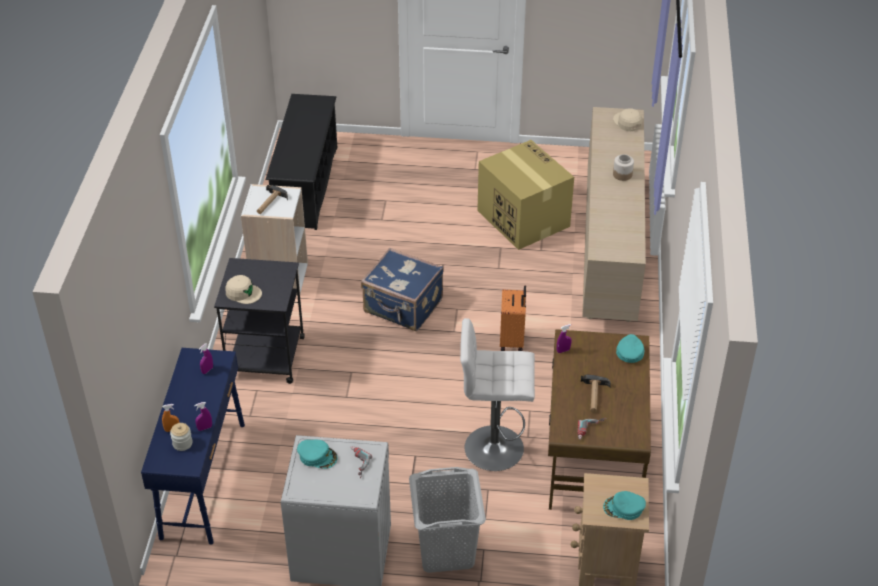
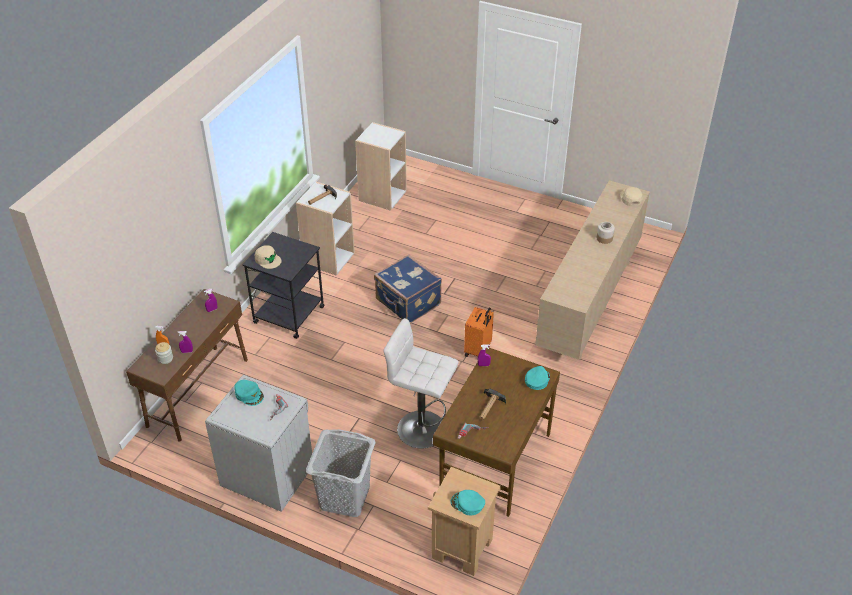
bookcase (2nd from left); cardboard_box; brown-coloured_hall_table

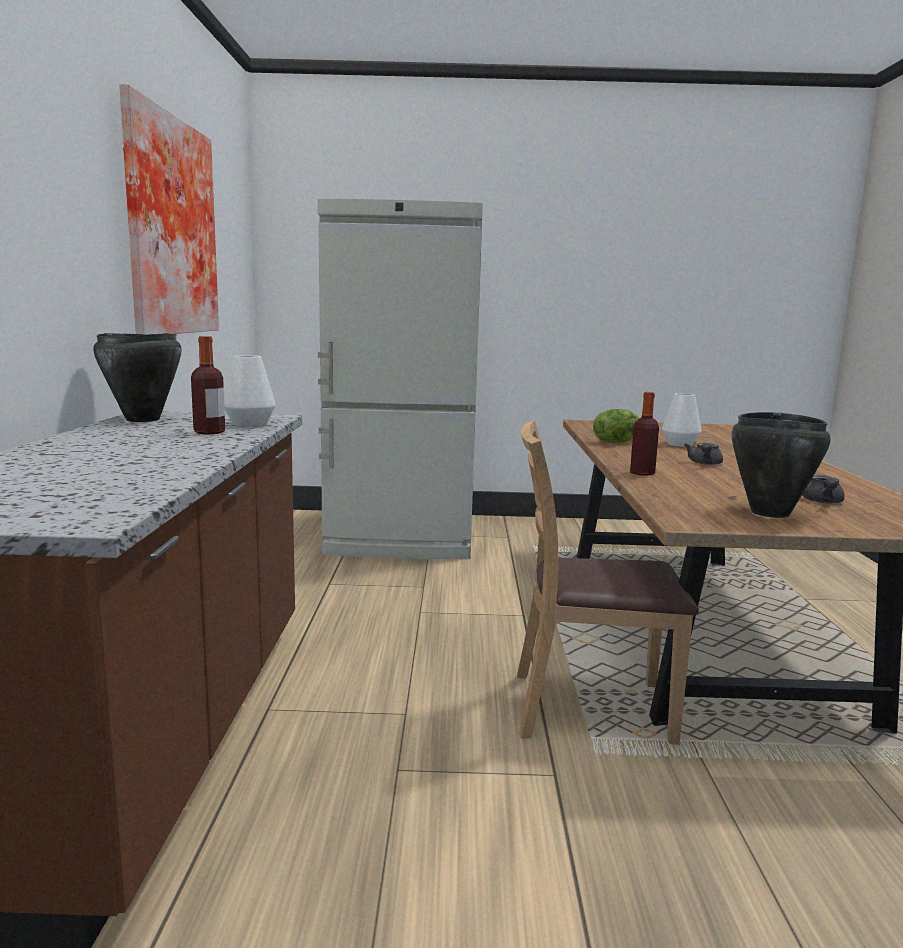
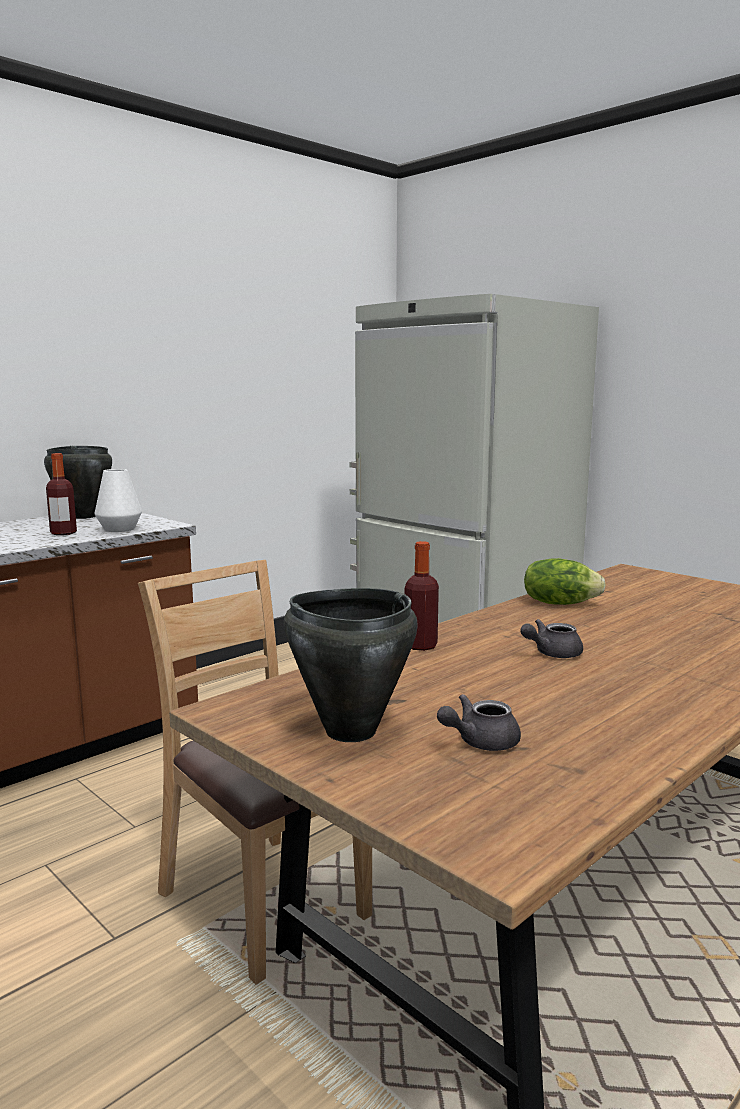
wall_art; white-coloured_flower_vase (2nd from left in the first image)

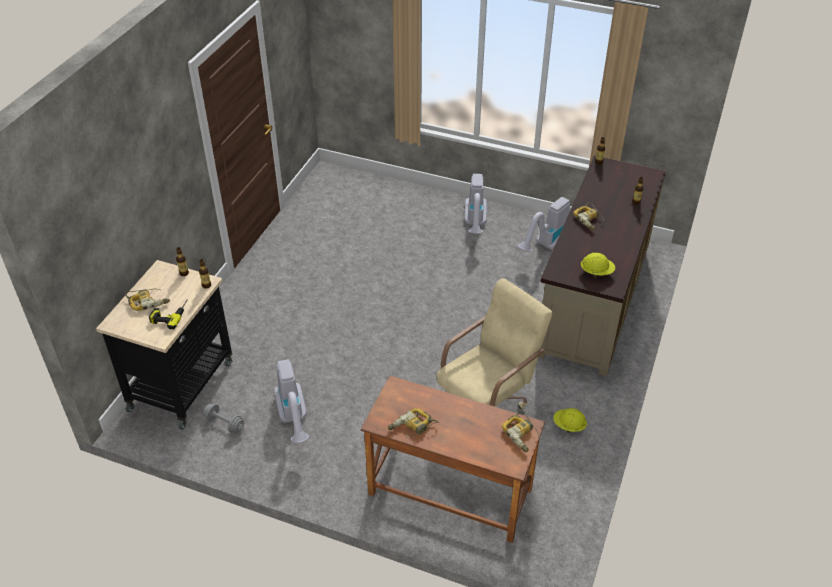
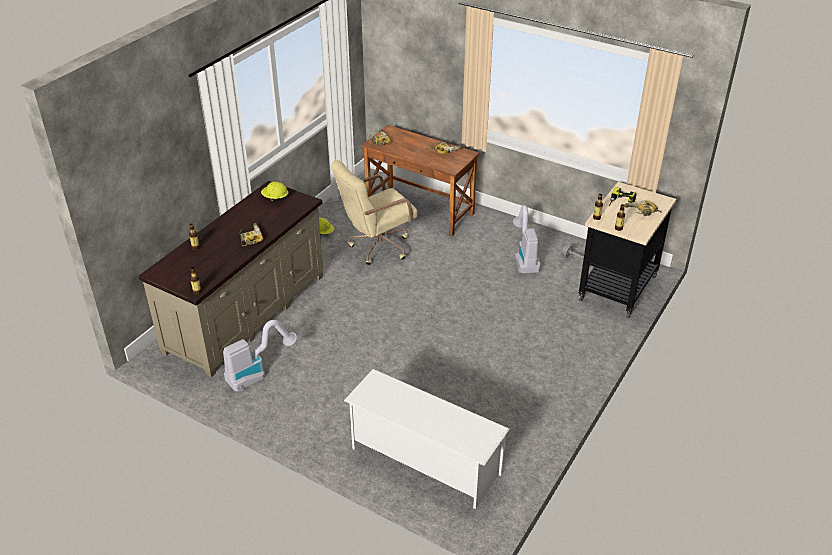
vacuum_cleaner (2nd from left in the first image); white-coloured_shoe_stand

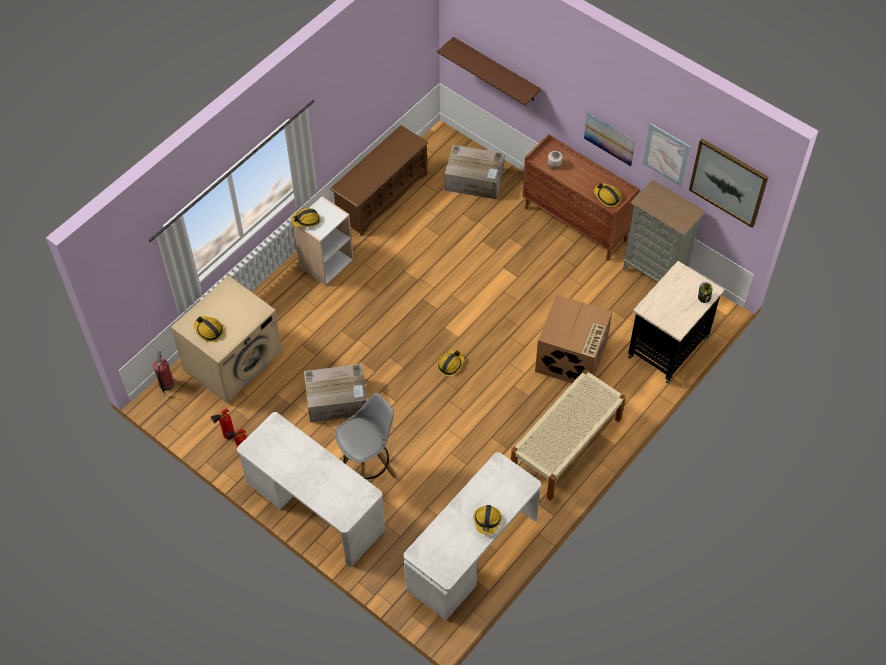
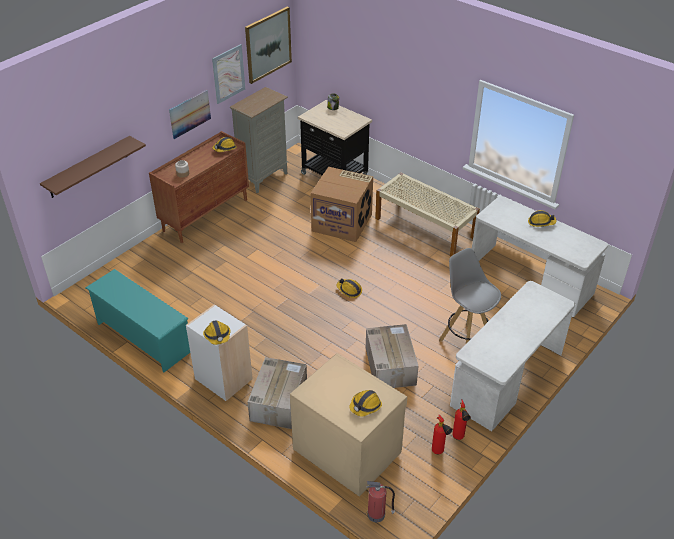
turquoise_shoe_stand; cardboard_box (1st from left)

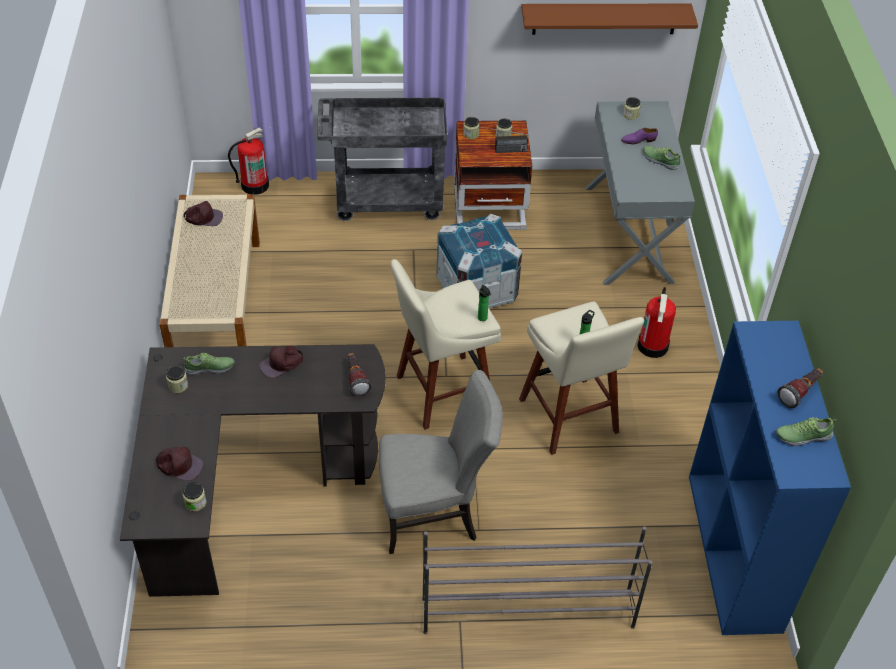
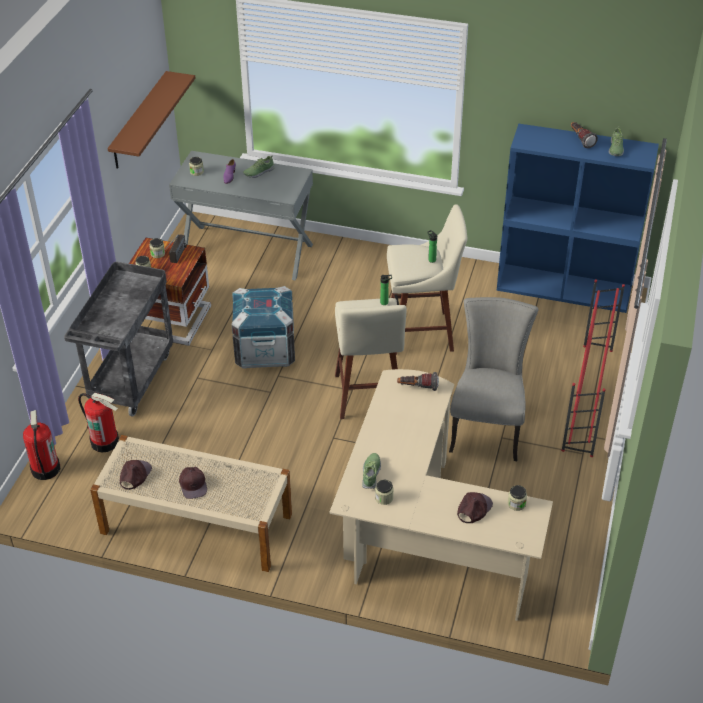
extinguisher (2nd from left); beige_desk_unit; brown-coloured_baseball_cap (2nd from left); red-coloured_shoe_stand

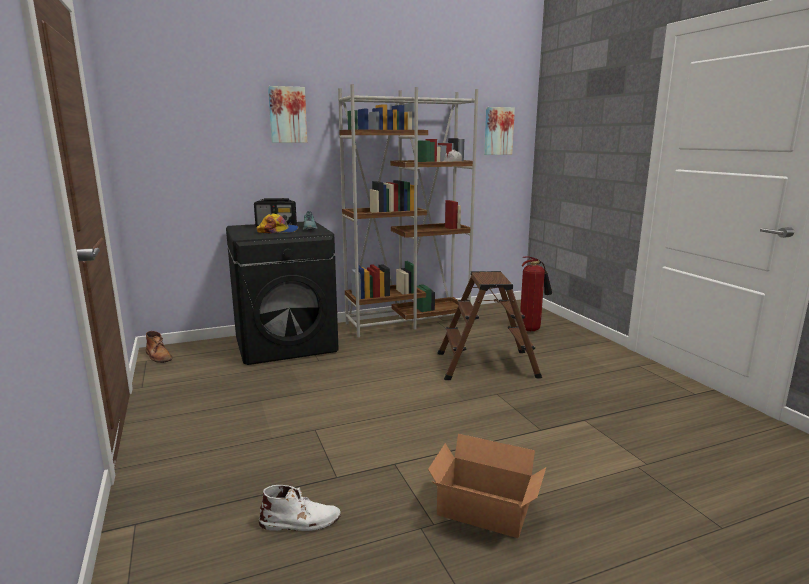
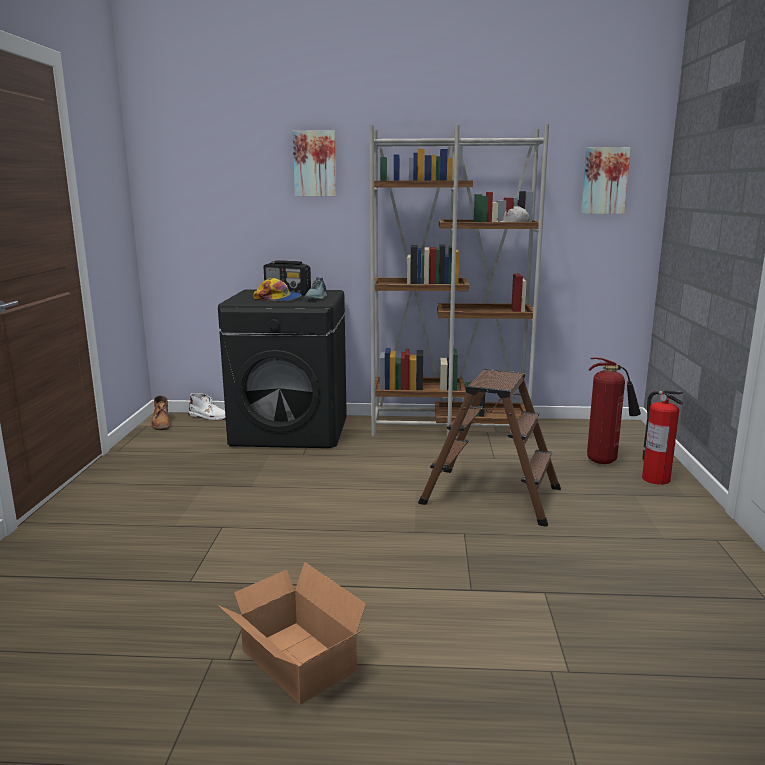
white-coloured_tall_boot; extinguisher (2nd from left)

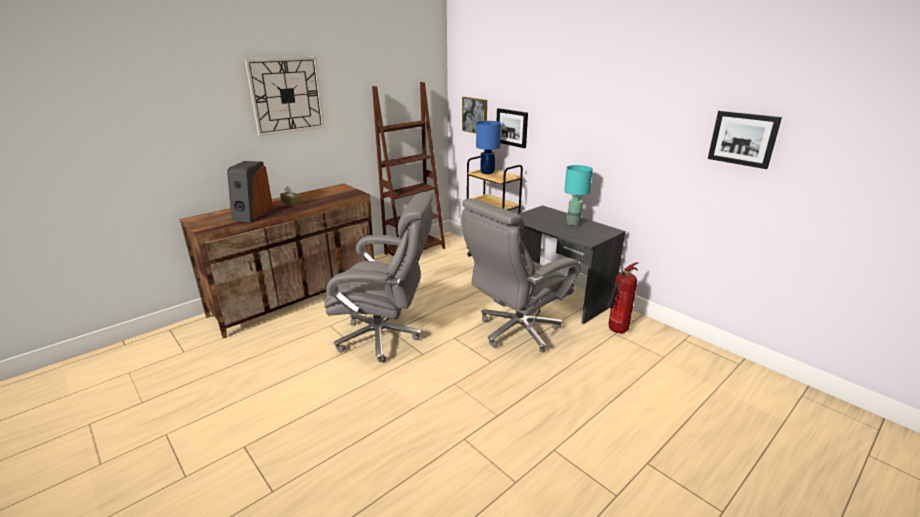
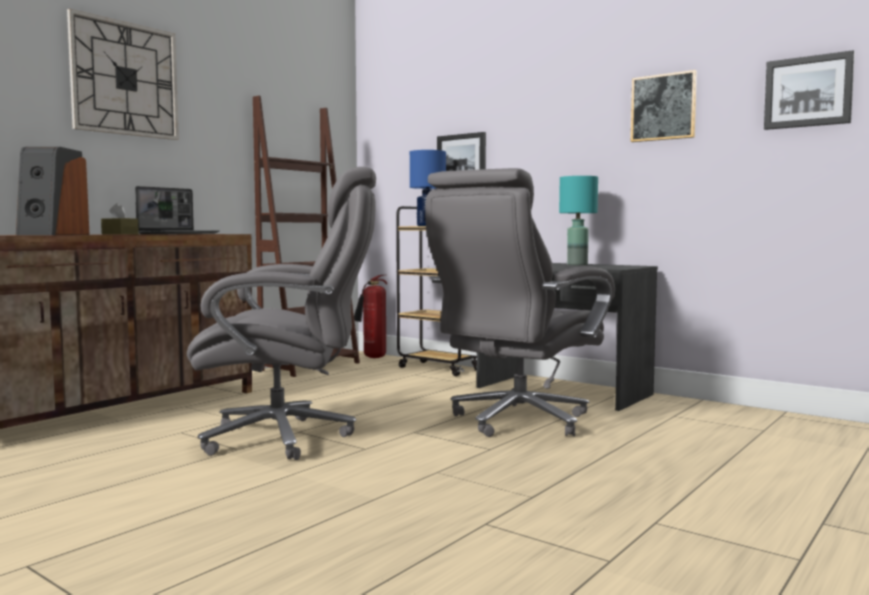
wall_art (2nd from left); extinguisher; laptop

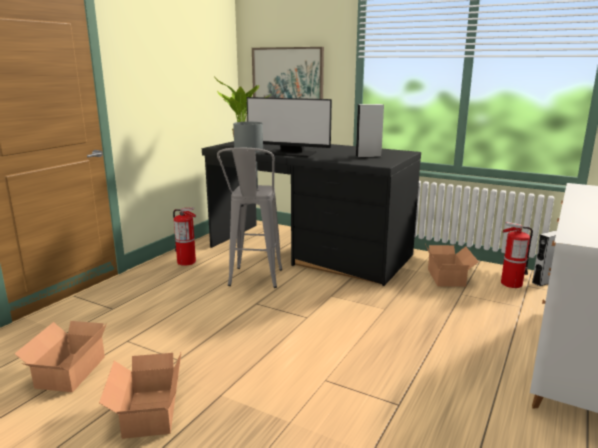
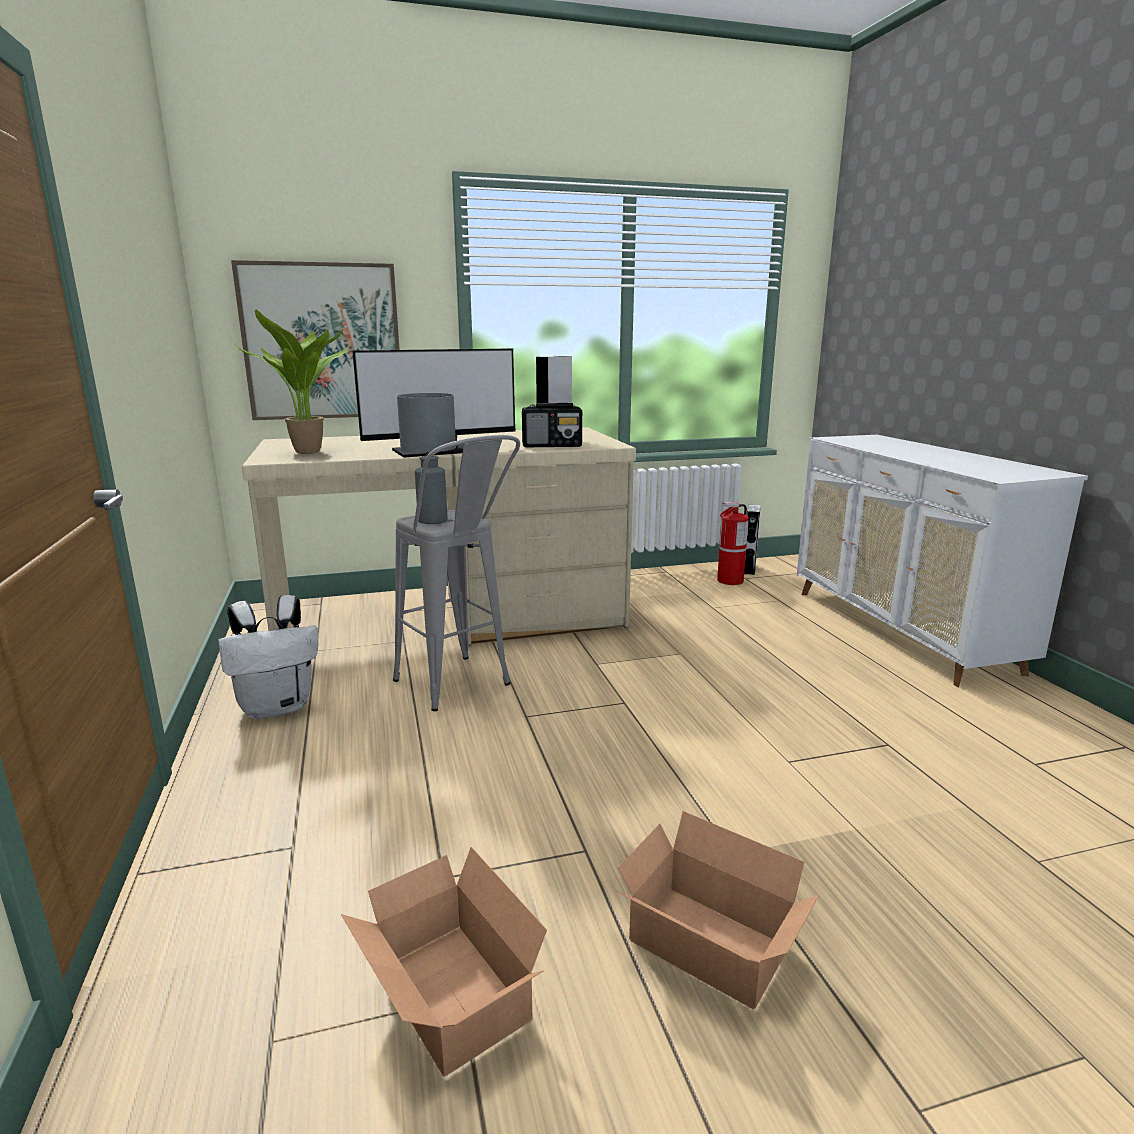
beige_desk_unit; white-coloured_backpack; cardboard_box (3rd from left in the first image); radio

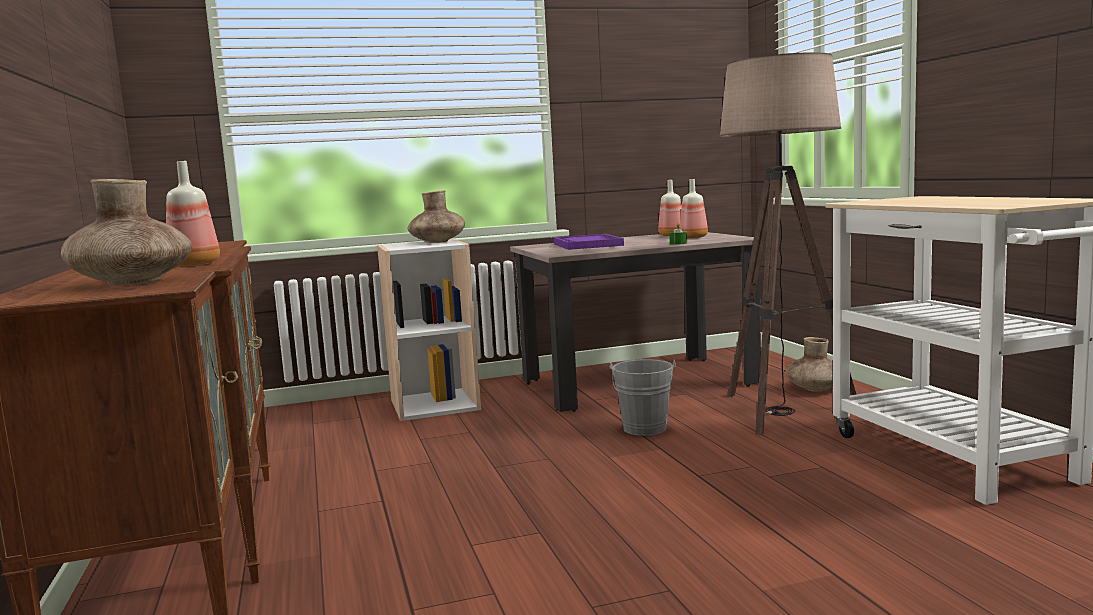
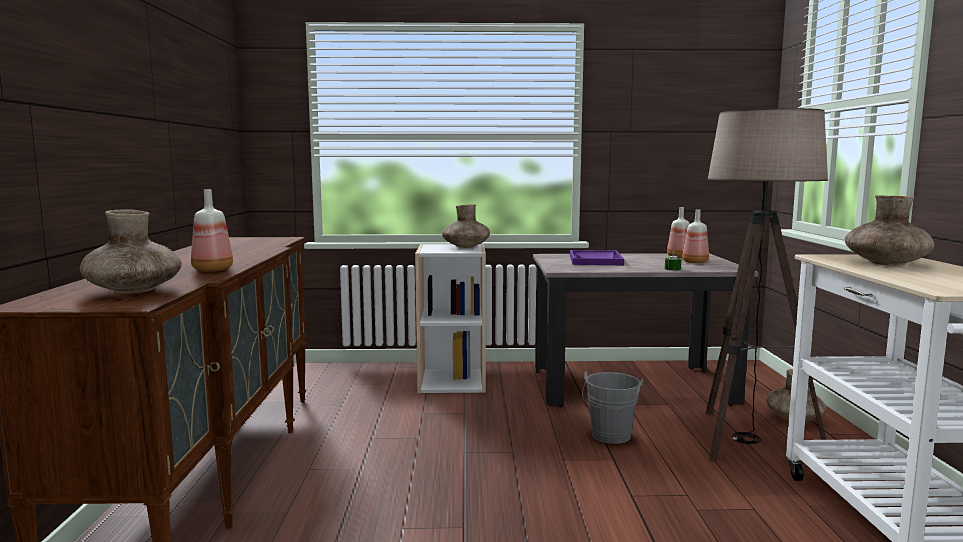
brown-coloured_flower_vase (4th from left)

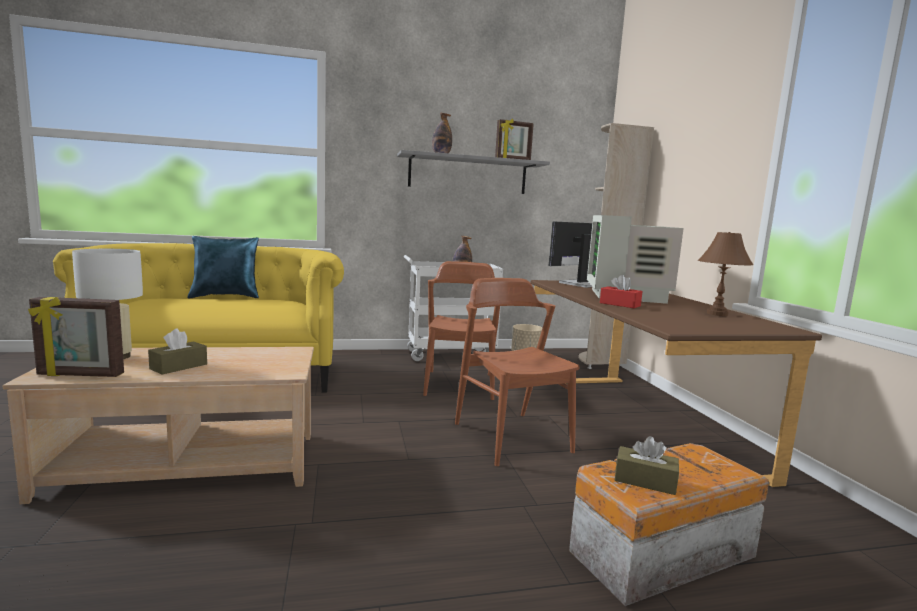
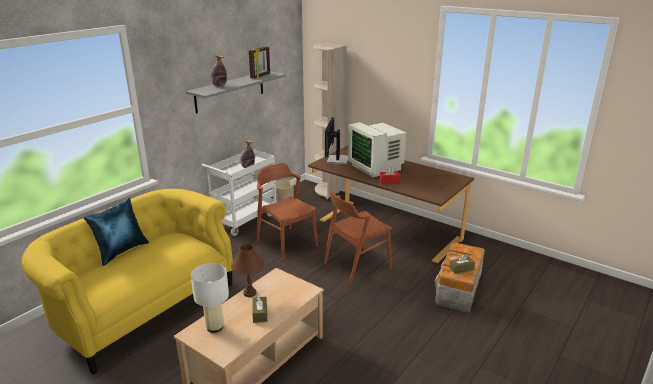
brown-coloured_table_lamp; brown-coloured_chair (2nd from left); picture_frame (1st from left in the first image)

